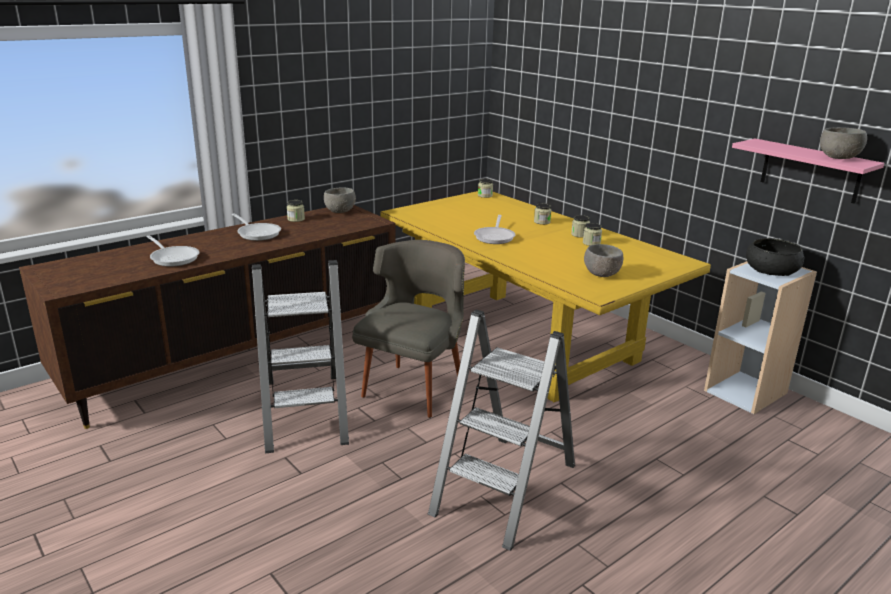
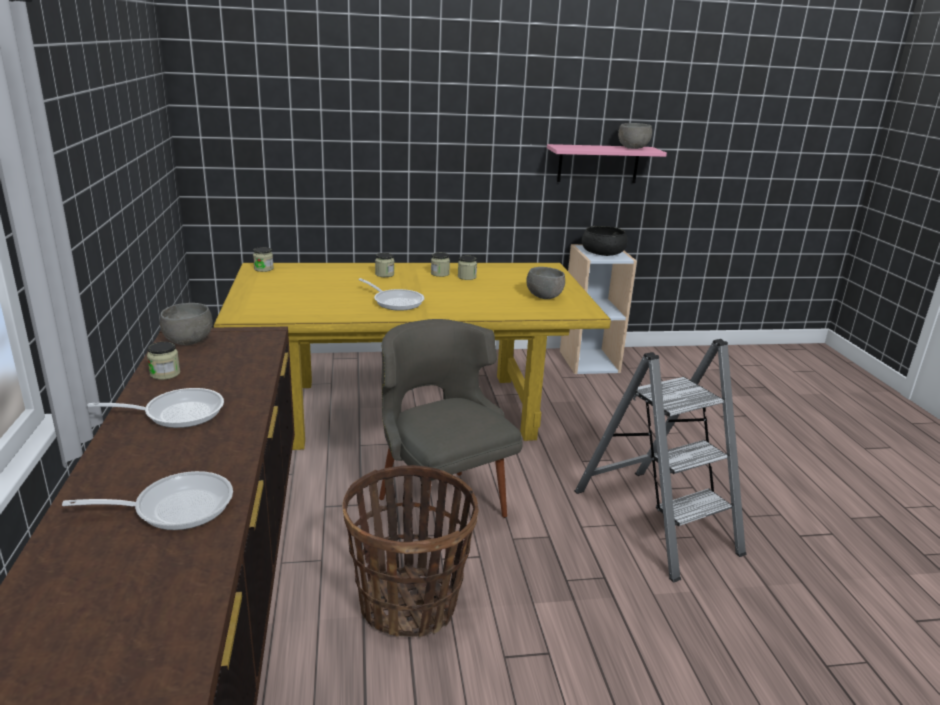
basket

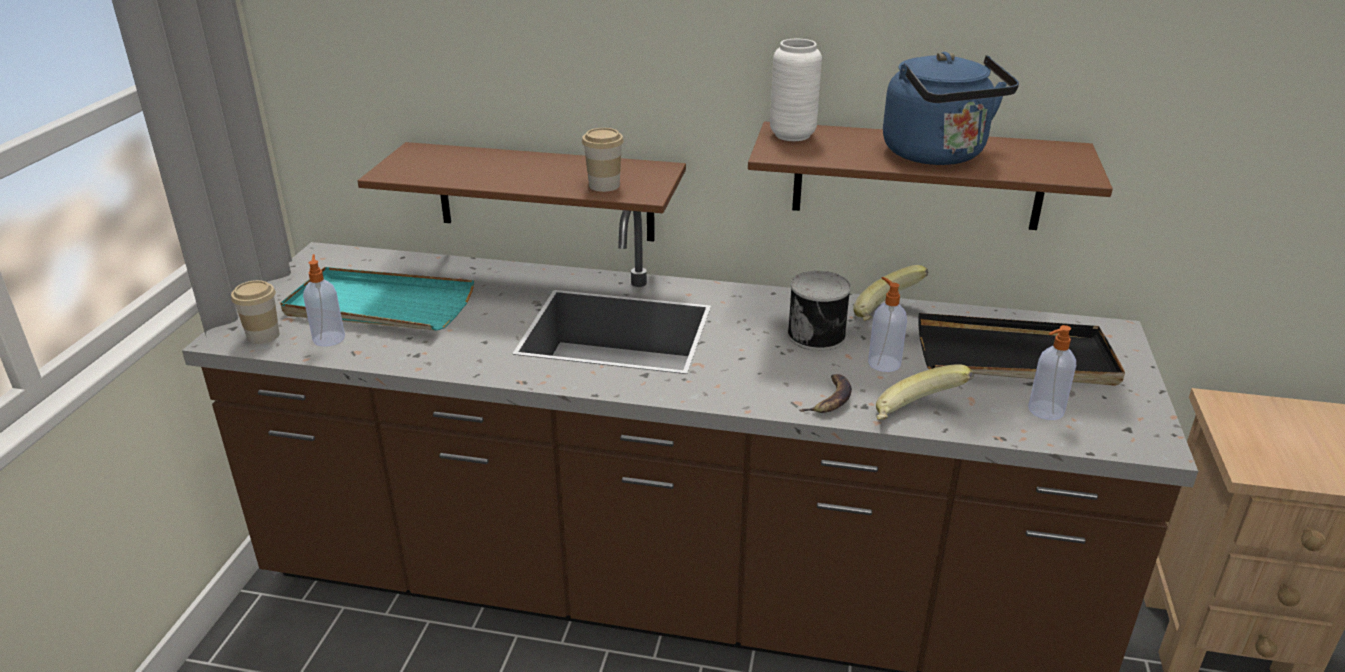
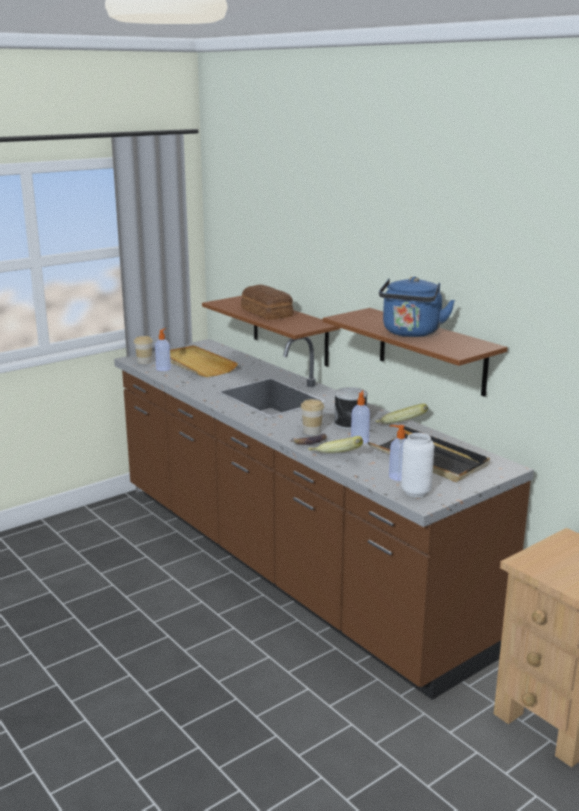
white-coloured_flower_vase; cup (2nd from left); beige_carrying_tray; bakery_bread

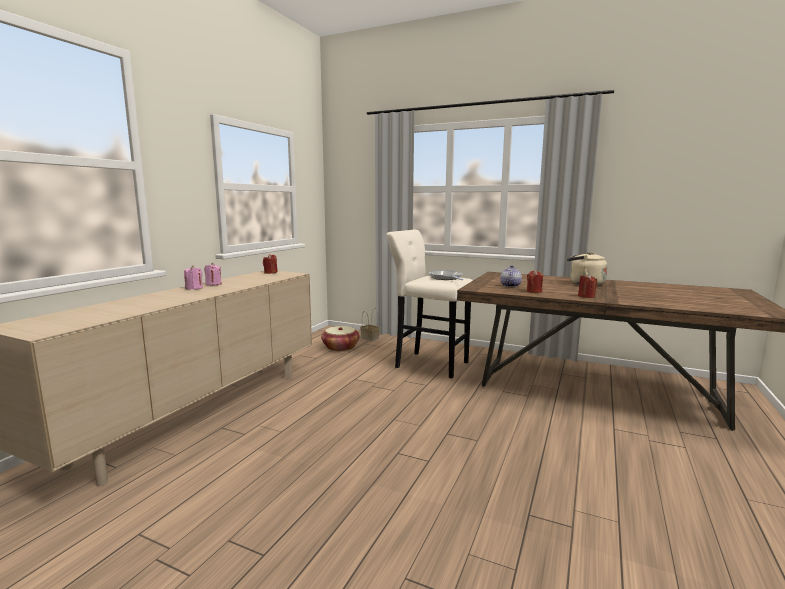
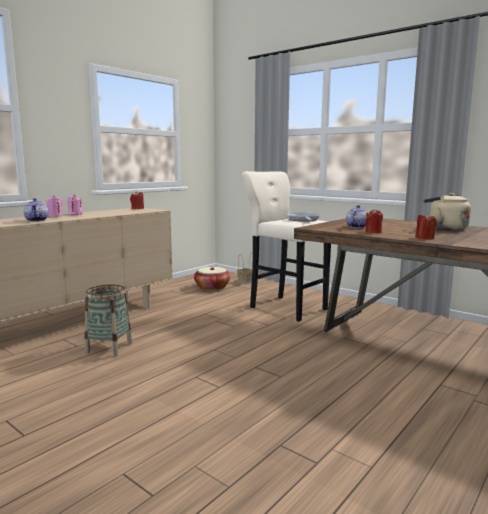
teapot (1st from left); basket (1st from left)

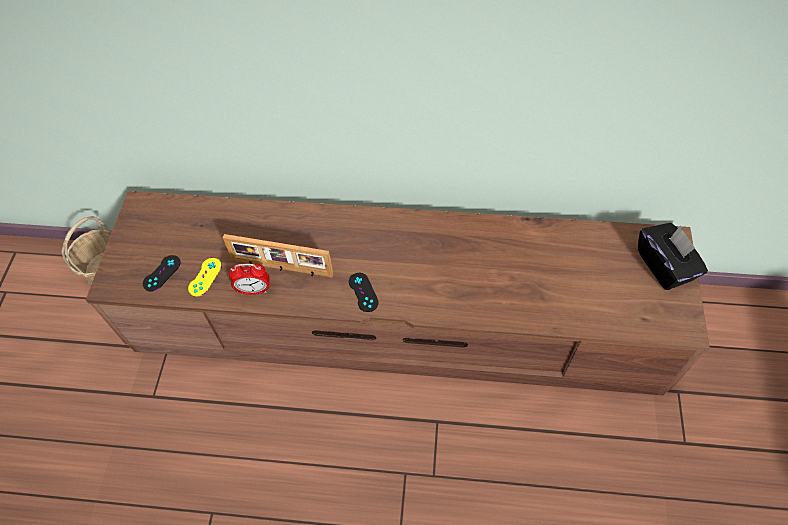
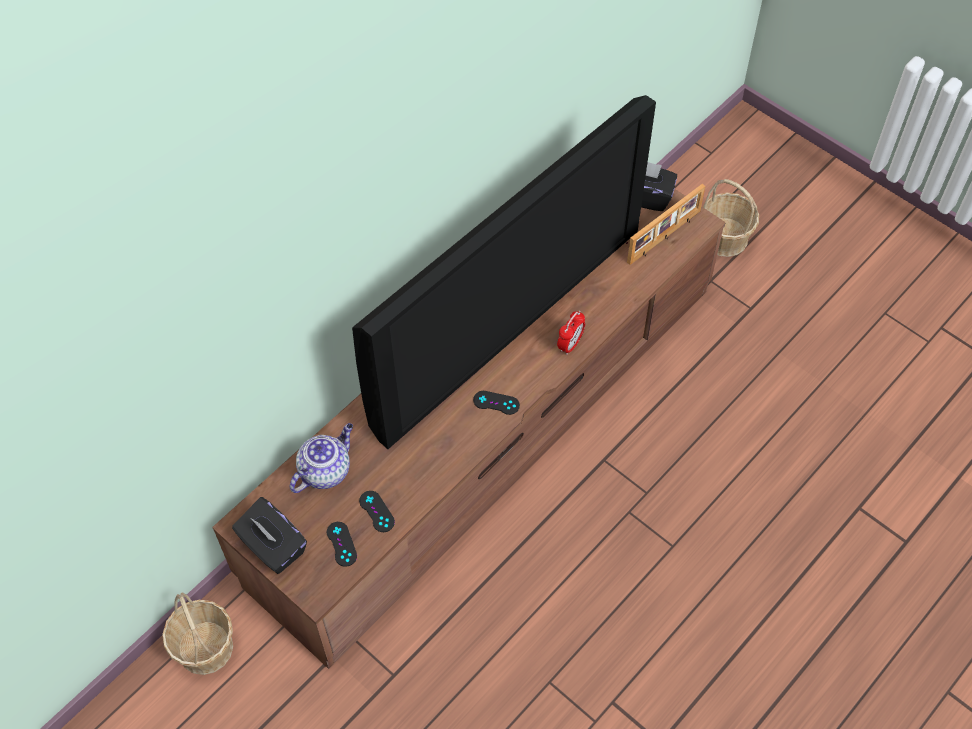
picture_frame; black-coloured_joypad (2nd from left); table_clock; television; basket (2nd from left); teapot; black-coloured_box_of_tissues (1st from left)

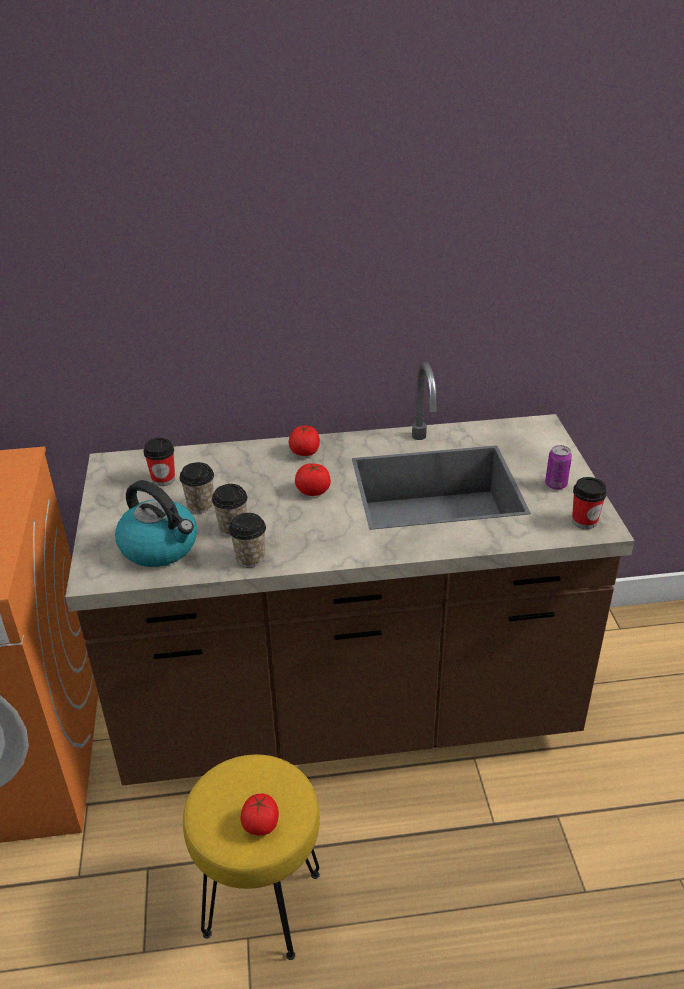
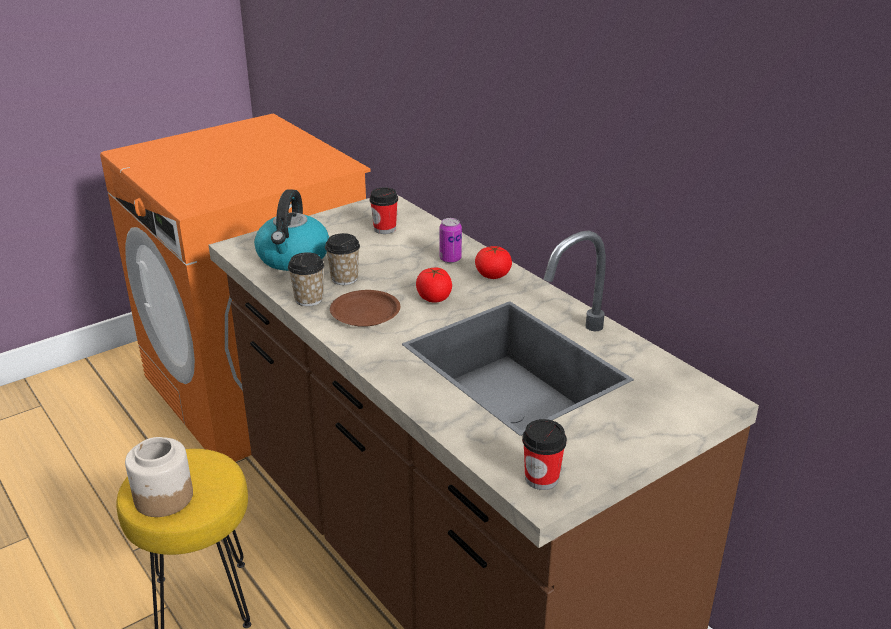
can; cup (2nd from left in the first image); storage_jar; brown-coloured_plate

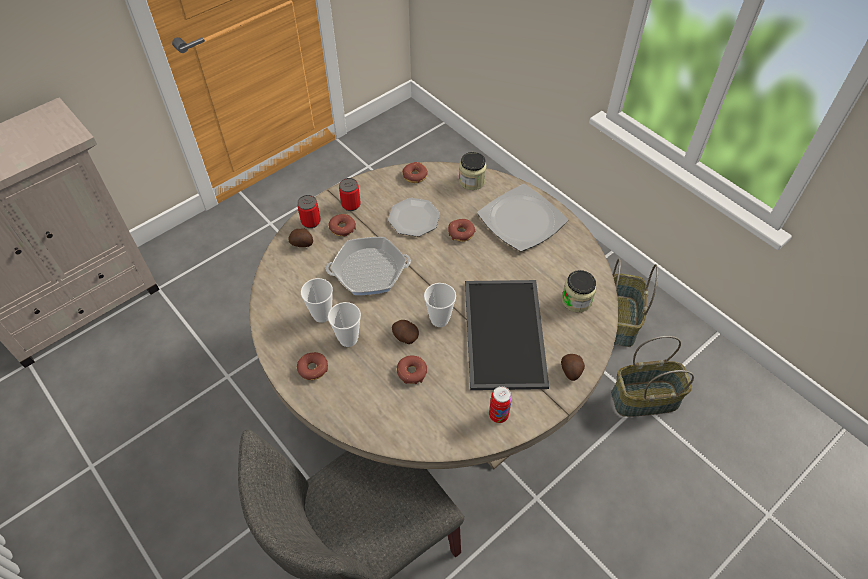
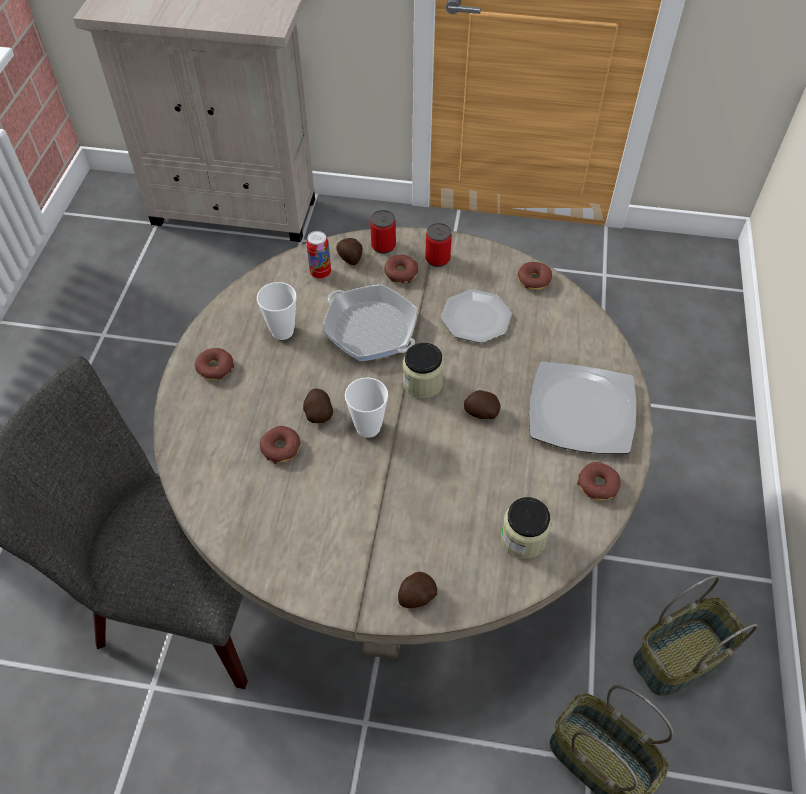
storage_jar (1st from left); donut (5th from left); carrying_tray; cup (2nd from left in the first image); can (1st from left); spud (4th from left)

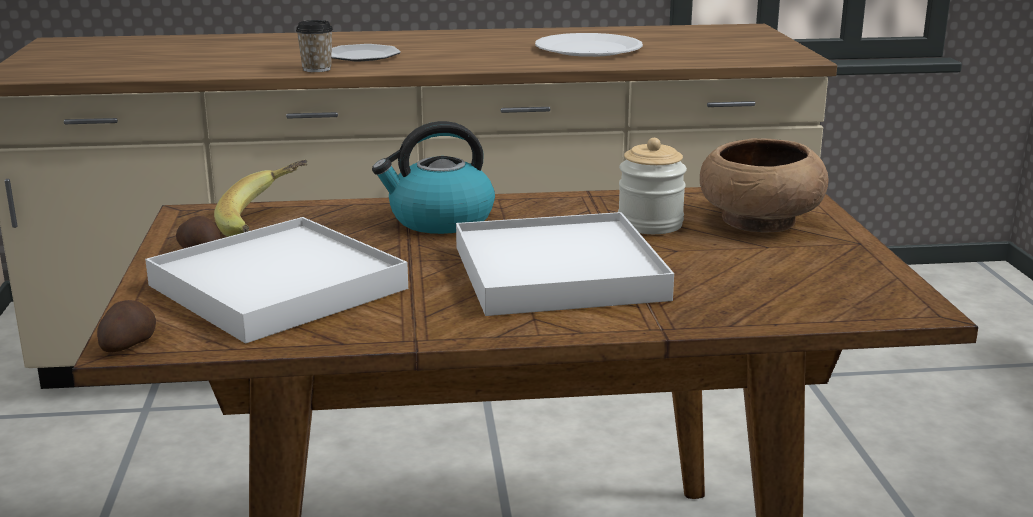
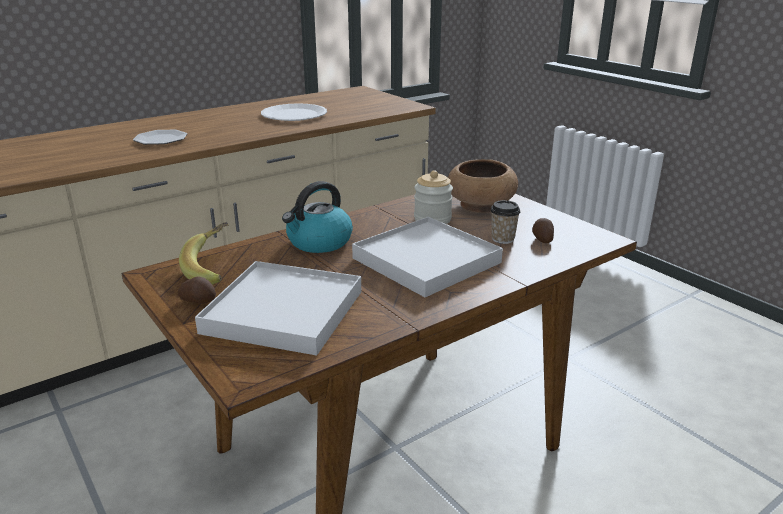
cup; spud (2nd from left)

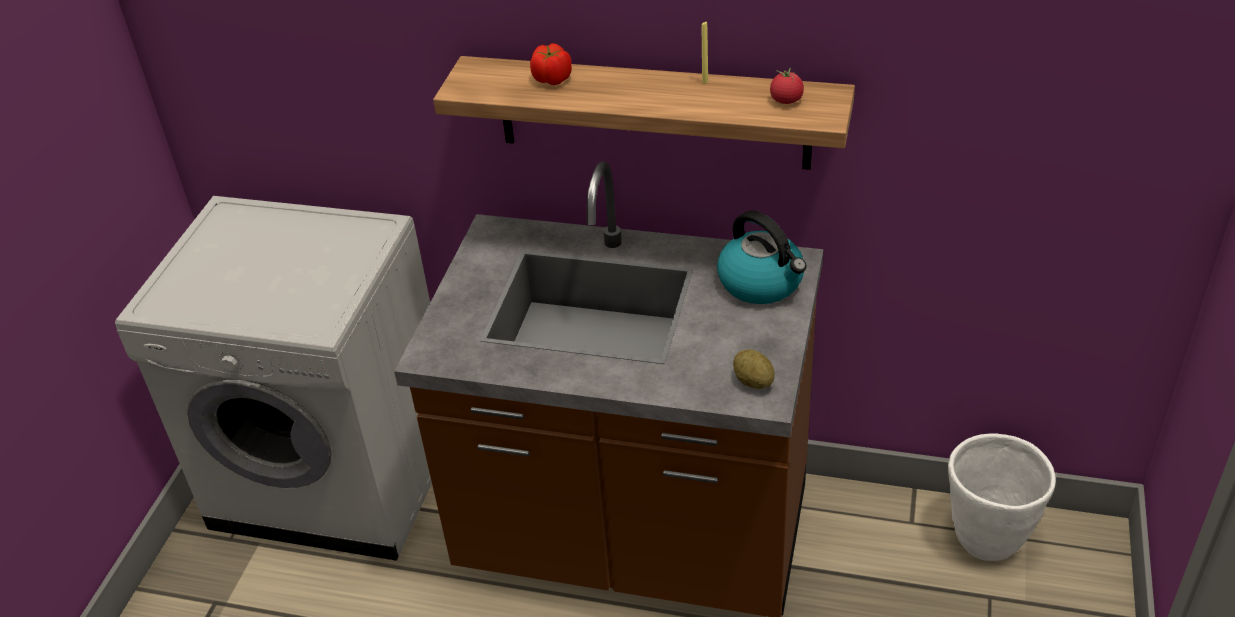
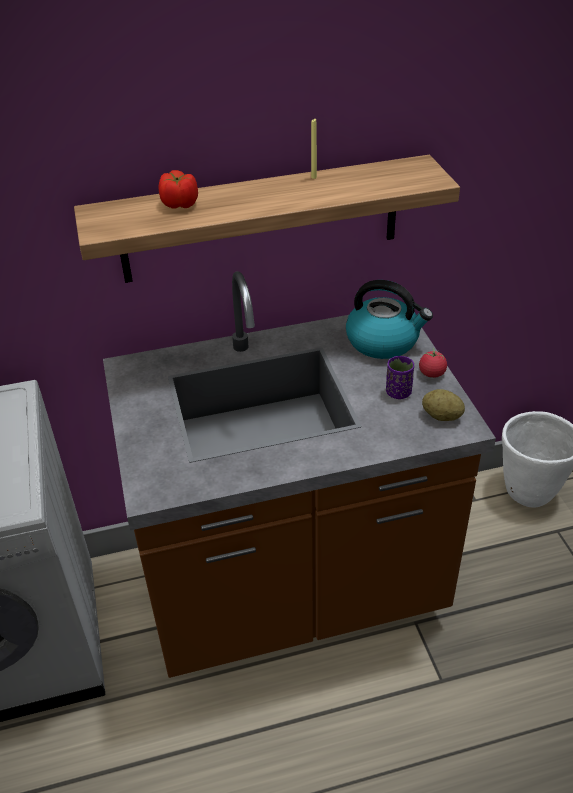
fresh_tomato (2nd from left); purple_cup

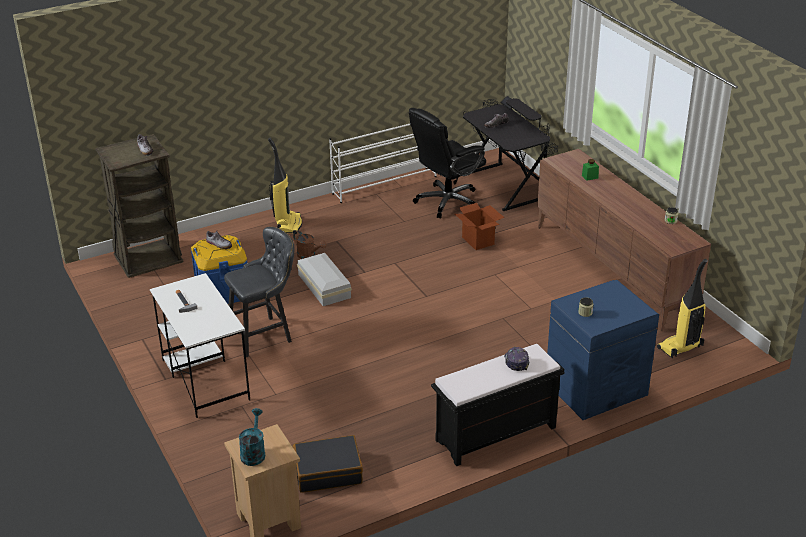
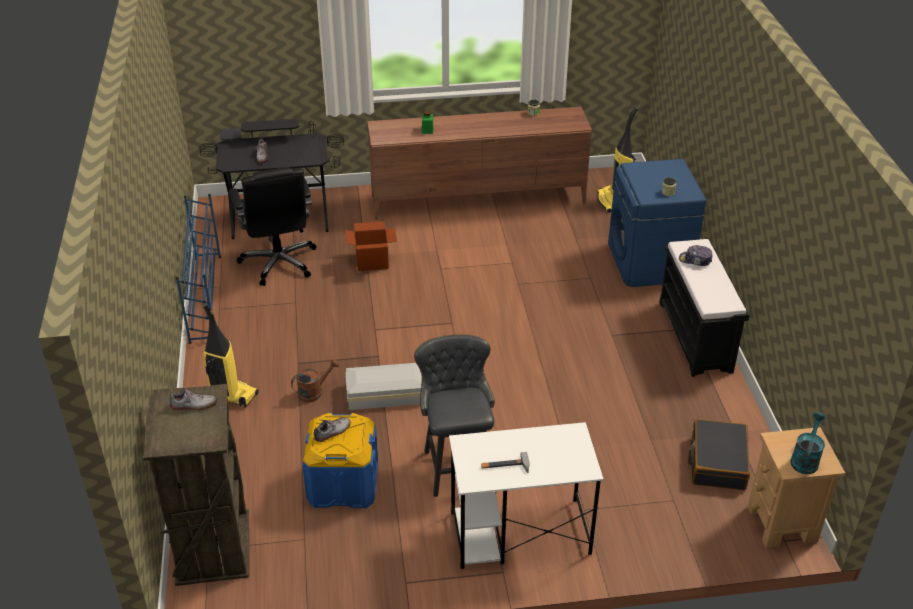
blue_shoe_stand; turquoise_watering_pot

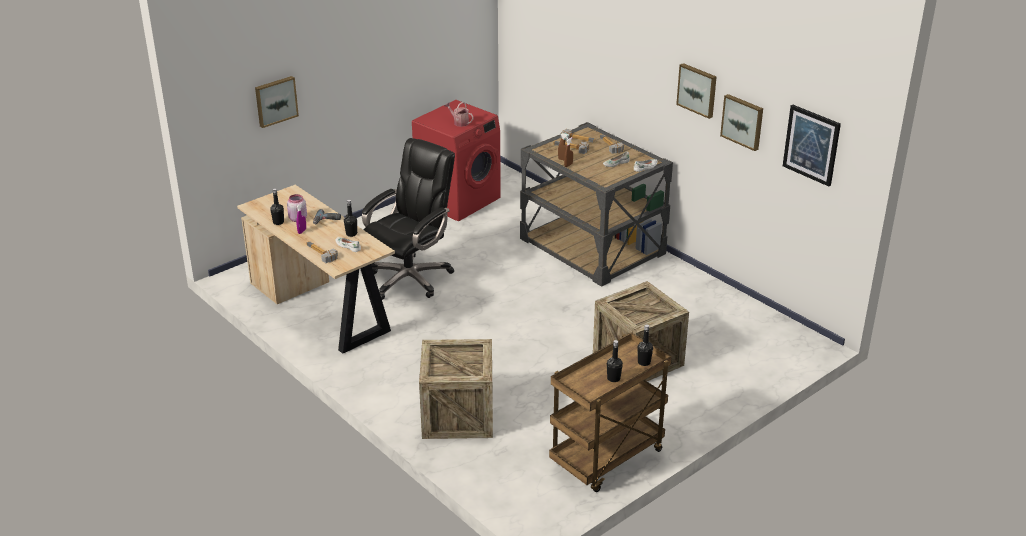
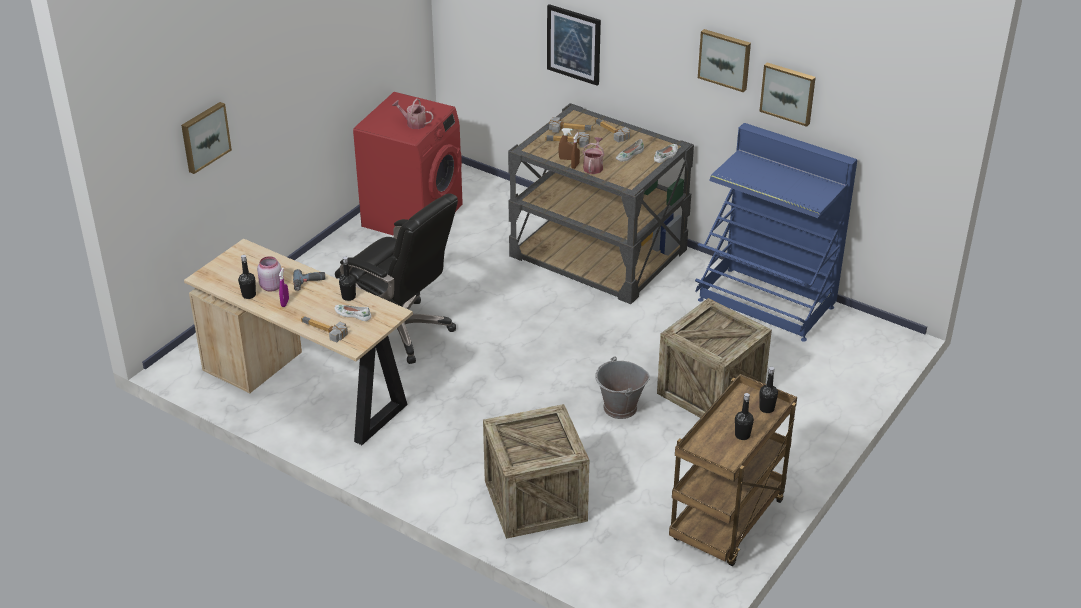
wall_art (2nd from left); black-coloured_desk_chair; blue_shoe_stand; watering_pot (2nd from left); grey_water_bucket

